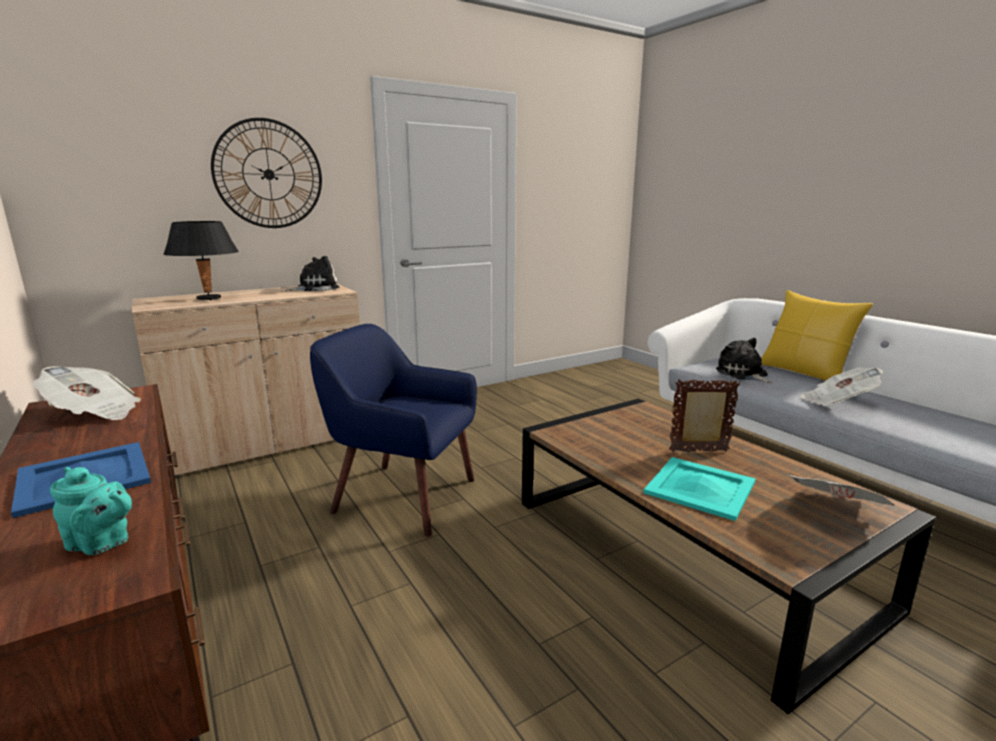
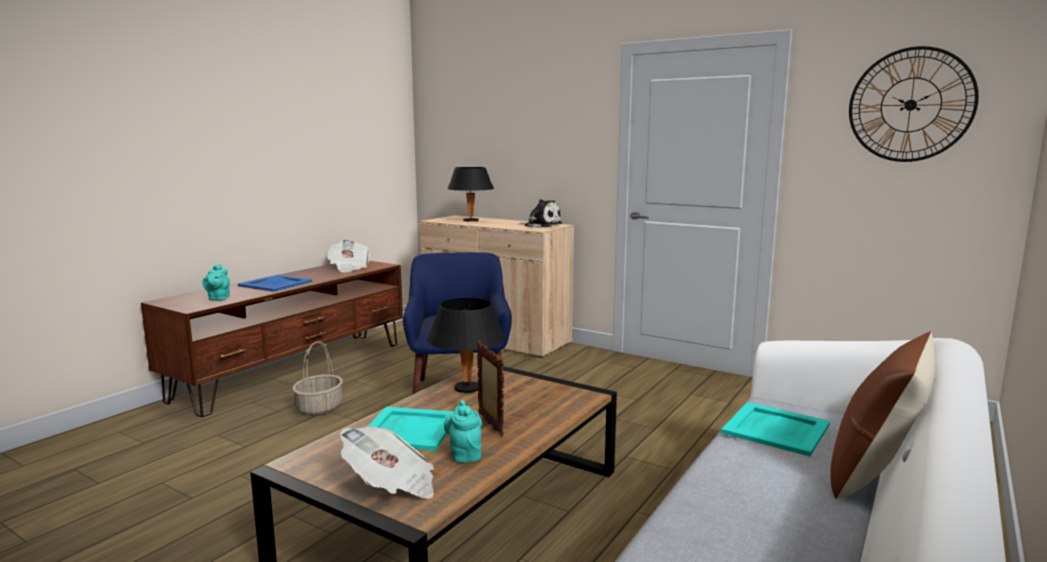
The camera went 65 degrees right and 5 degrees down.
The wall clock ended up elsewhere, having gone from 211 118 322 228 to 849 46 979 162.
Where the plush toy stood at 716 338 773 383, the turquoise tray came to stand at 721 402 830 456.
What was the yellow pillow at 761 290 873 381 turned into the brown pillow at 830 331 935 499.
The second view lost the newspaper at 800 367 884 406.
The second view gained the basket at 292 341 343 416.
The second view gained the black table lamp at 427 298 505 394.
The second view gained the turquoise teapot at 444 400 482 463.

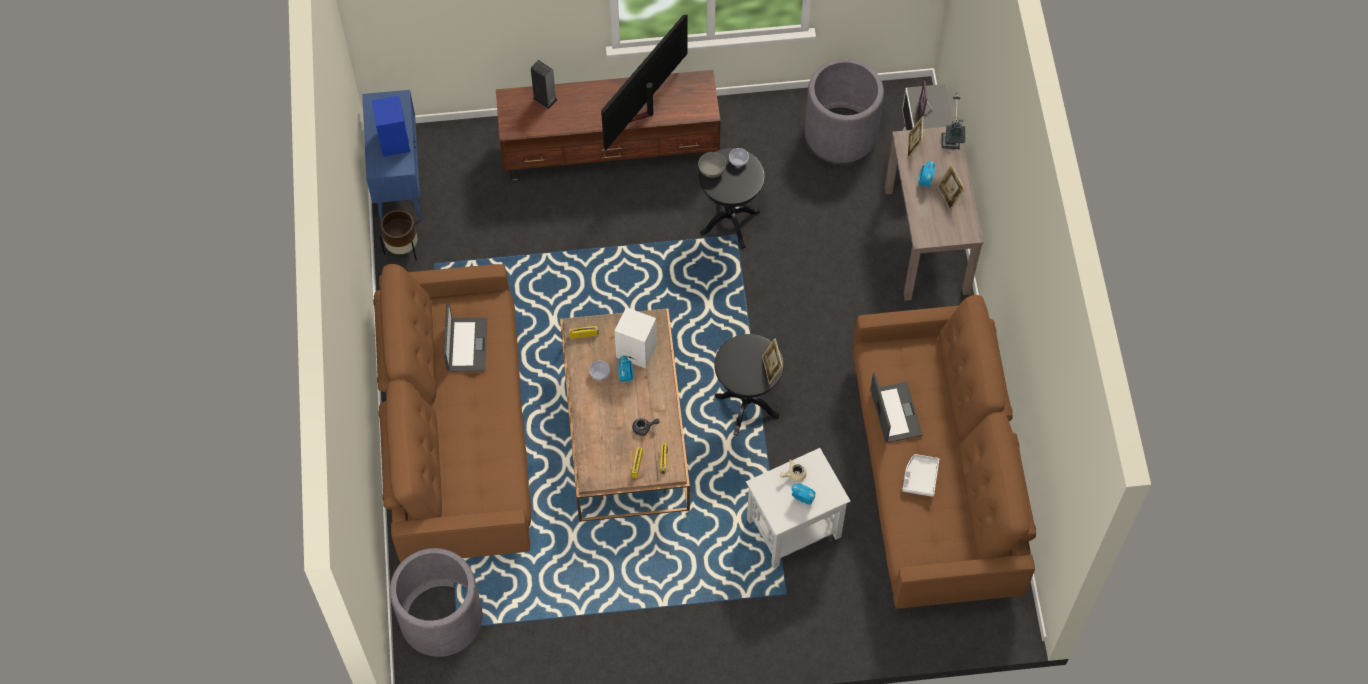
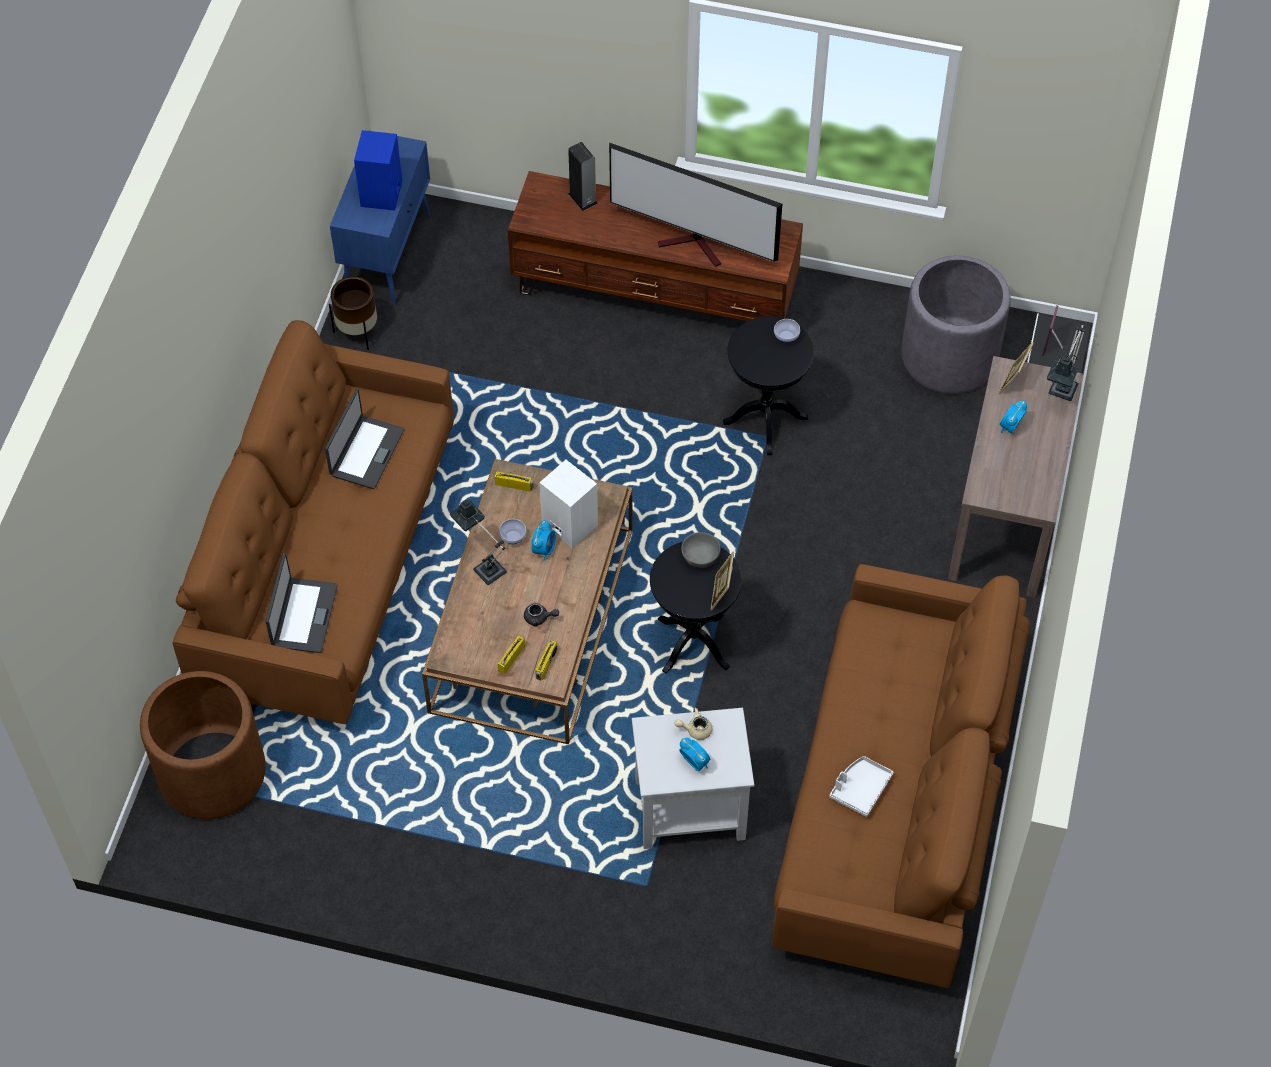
The camera went 20 degrees right and 5 degrees down.
What was the grey planter at 390 548 483 657 turned into the brown planter at 140 671 266 819.
The television at 601 15 688 151 ended up facing another way, 120 degrees counterclockwise from before.
The grey bowl ended up elsewhere, having gone from 698 152 726 178 to 681 532 720 568.
The laptop ended up elsewhere, having gone from 870 373 922 443 to 265 553 338 653.
The second view lost the picture frame at 937 164 965 210.
The second view gained the table lamp at 450 499 507 585.

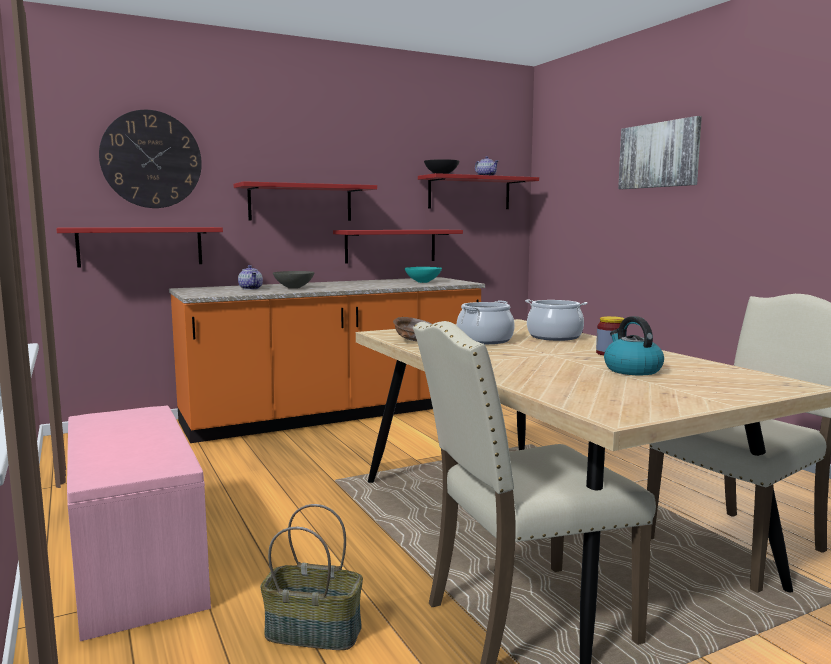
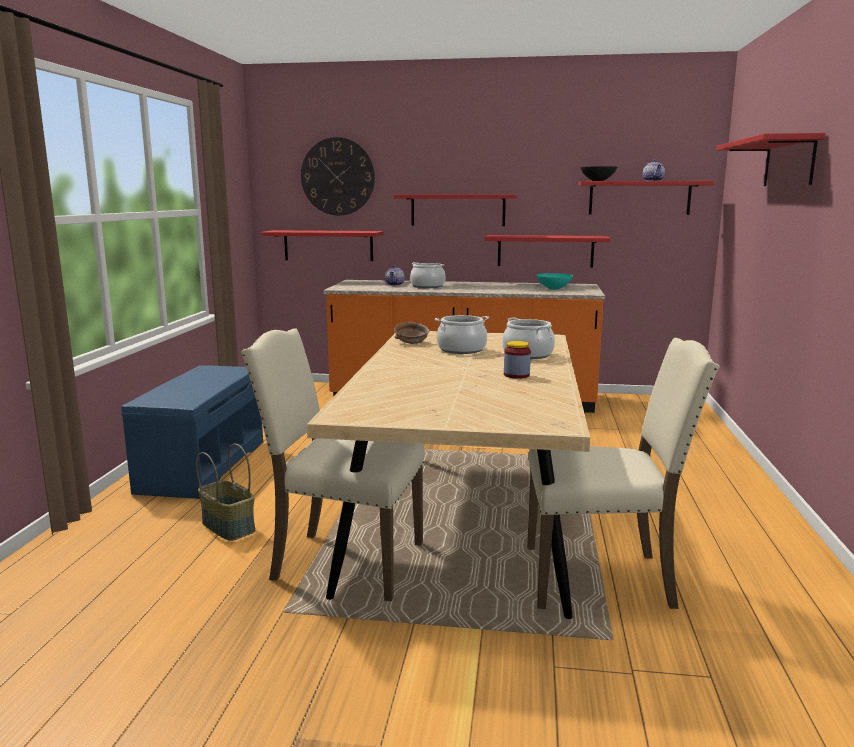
The camera went 35 degrees right and 5 degrees up.
What was the pink bench at 67 406 211 641 turned into the blue bench at 121 365 263 499.
Where the grey bowl stood at 273 271 314 289, the cooking pot came to stand at 410 262 446 288.
The second view lost the kettle at 604 316 664 375.
Where the picture hung at 618 116 702 189, the red shelf came to hang at 716 133 825 186.

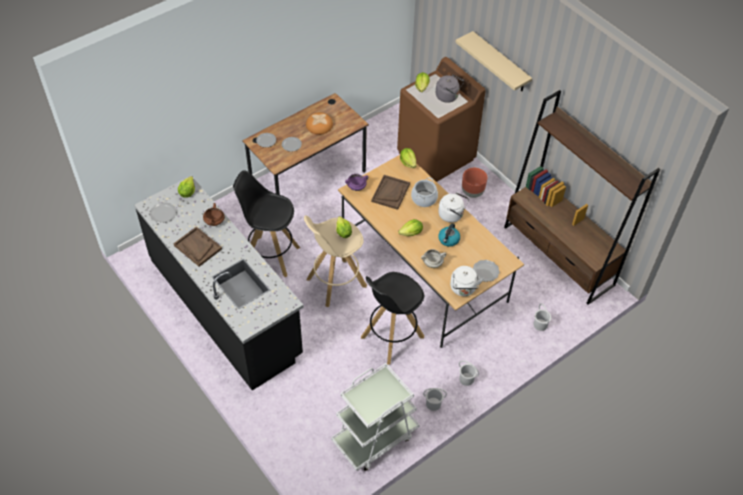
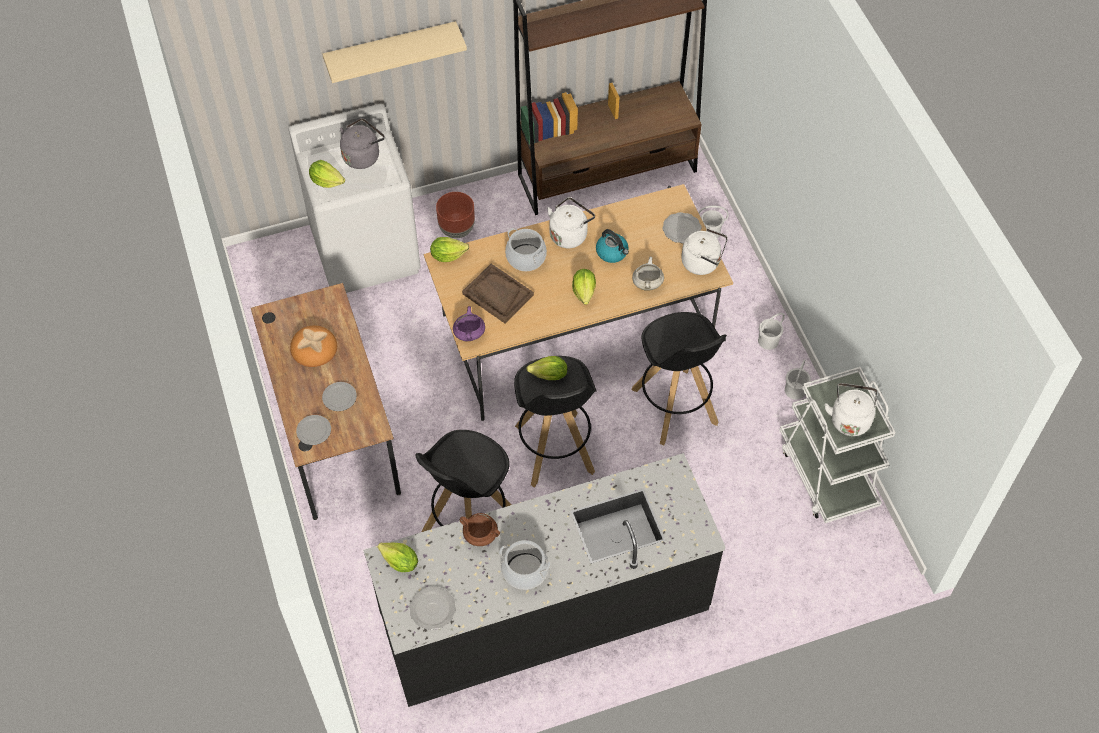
The camera went 70 degrees left and 5 degrees up.
Where the brown tray stood at 173 226 222 267, the cooking pot came to stand at 499 540 550 590.
What was the beige stool at 304 215 367 307 turned into the black stool at 514 356 597 488.
What was the brown washing machine at 397 57 486 182 turned into the white washing machine at 289 104 421 293.
The second view gained the white kettle at 825 383 877 436.

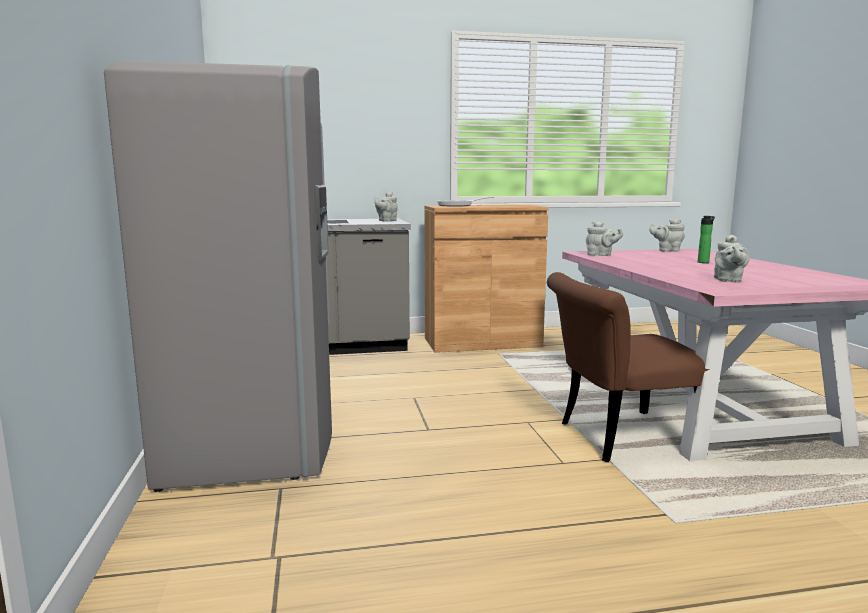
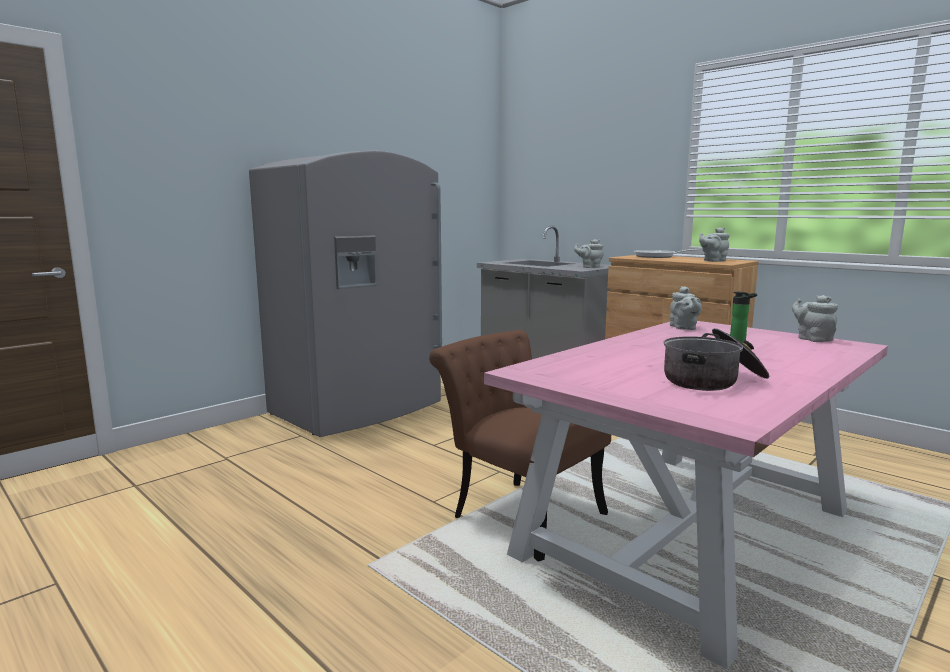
The camera went 55 degrees right and 0 degrees up.
The grey teapot ended up elsewhere, having gone from 714 235 750 283 to 699 227 730 262.
The second view gained the cooking pot at 664 328 769 391.

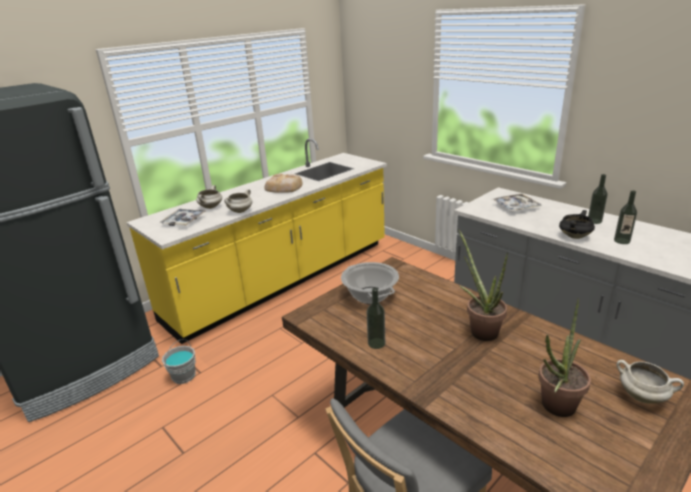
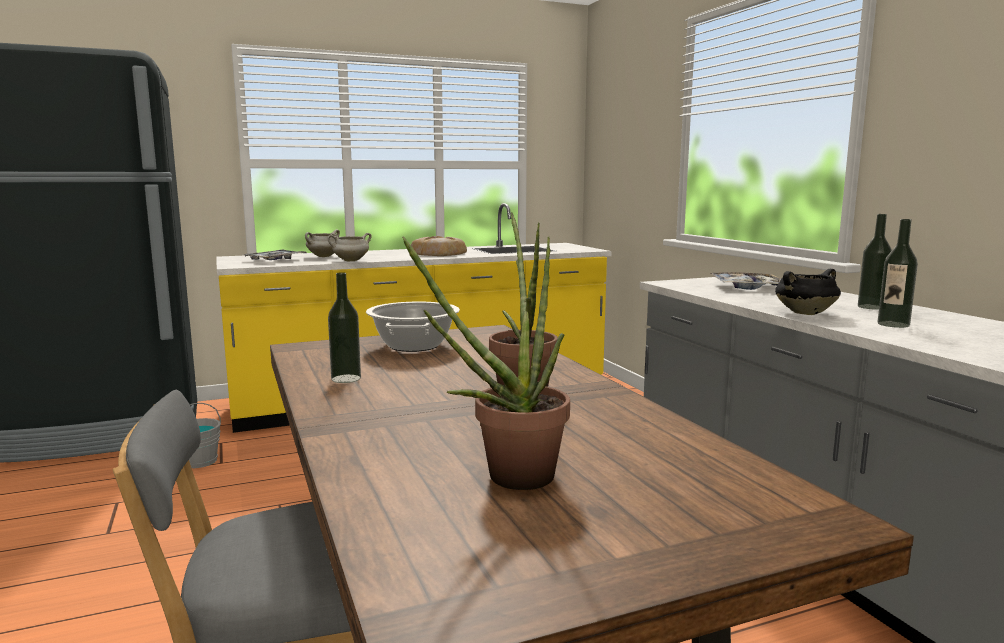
The camera went 20 degrees right and 15 degrees down.
The second view lost the white cooking pot at 617 360 684 404.

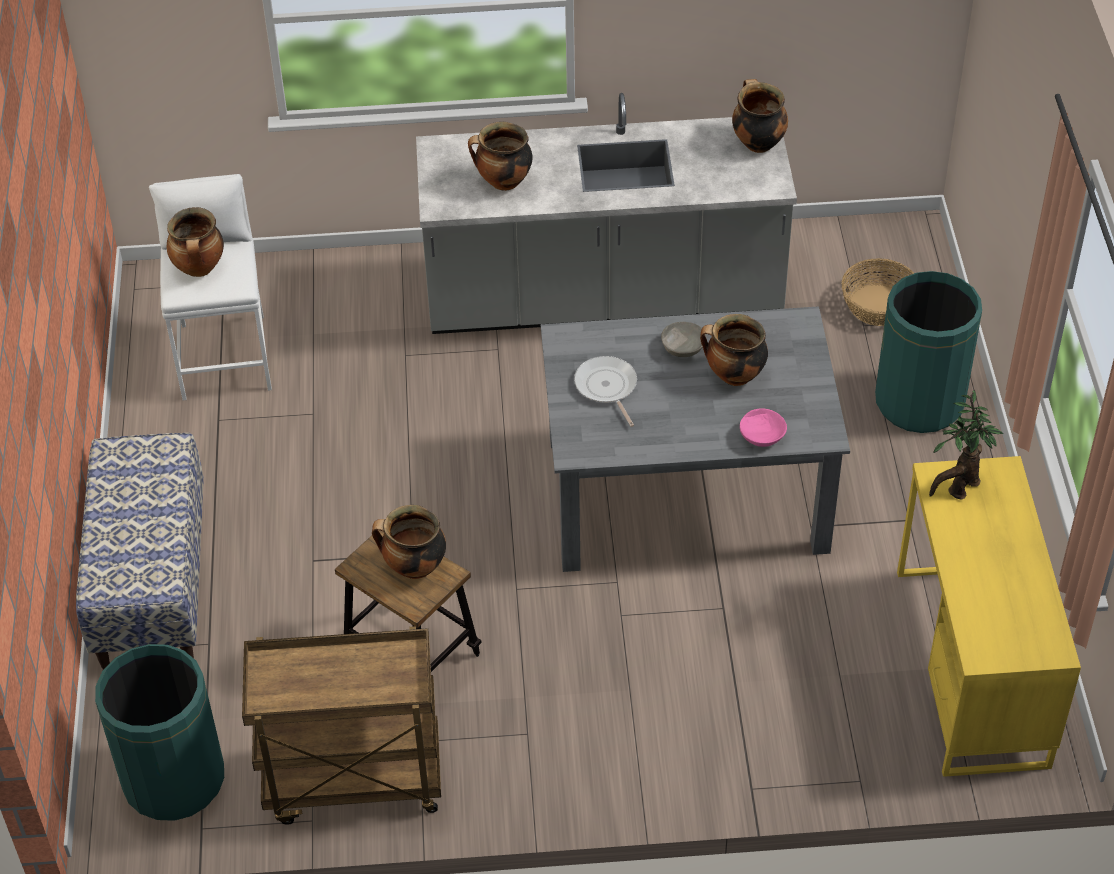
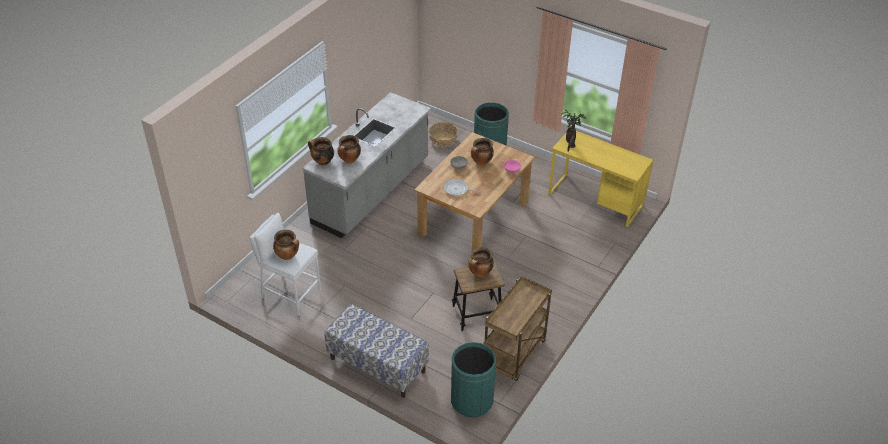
The camera went 55 degrees left and 5 degrees down.
What was the grey dining table at 541 306 850 572 turned into the brown dining table at 414 132 535 251.
The cooking pot ended up elsewhere, having gone from 732 79 788 153 to 308 137 334 165.

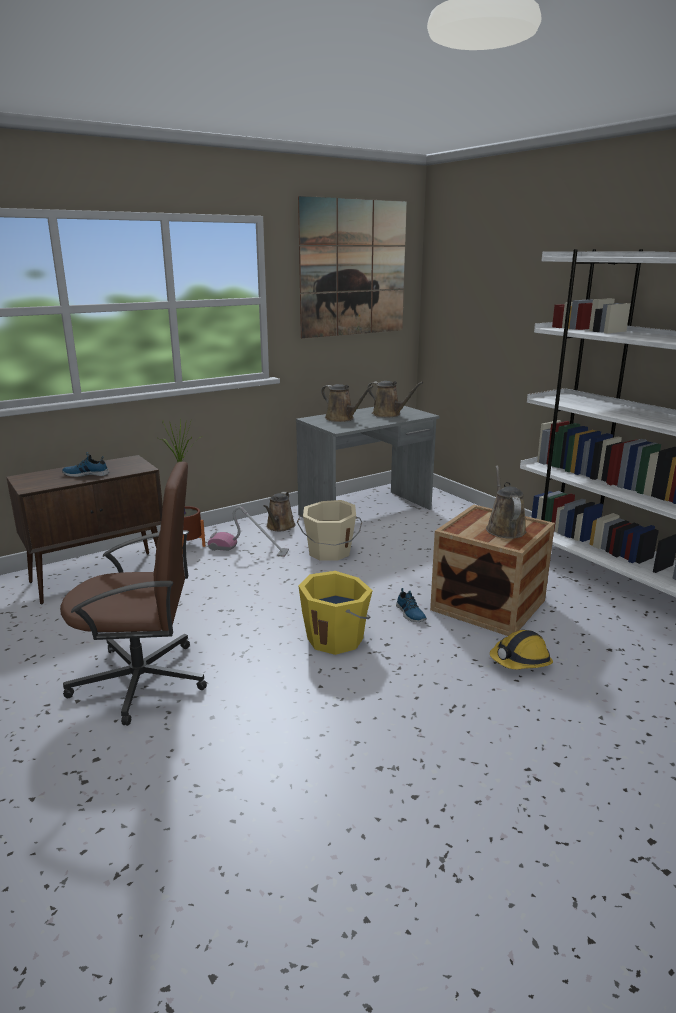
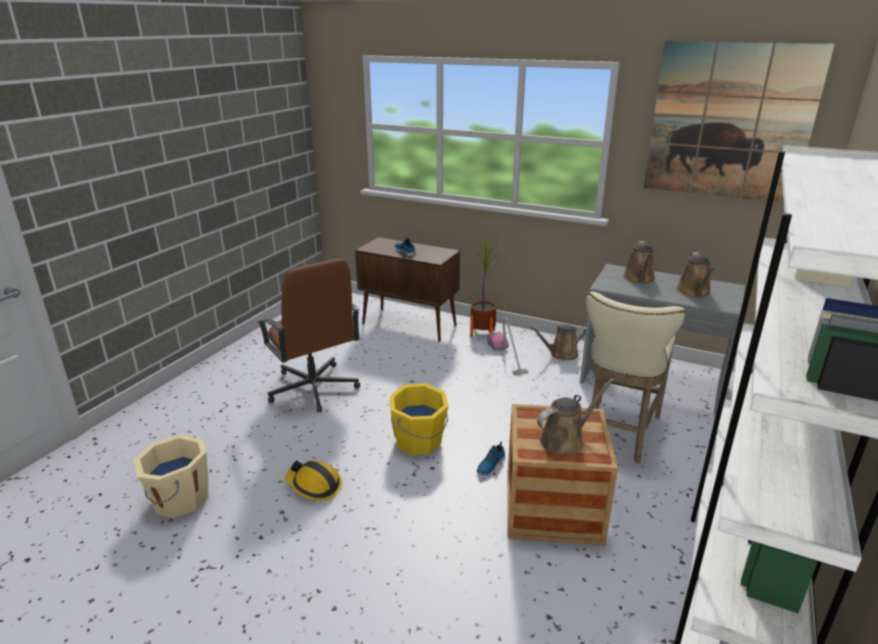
The camera went 60 degrees right and 5 degrees up.
The beige bucket ended up elsewhere, having gone from 297 500 362 561 to 134 435 208 518.
The hard hat ended up elsewhere, having gone from 490 630 553 669 to 286 461 342 501.
The second view gained the beige stool at 586 292 686 463.

